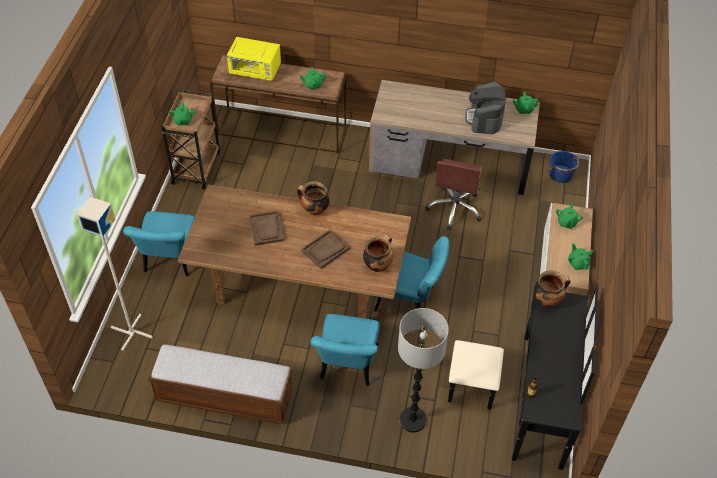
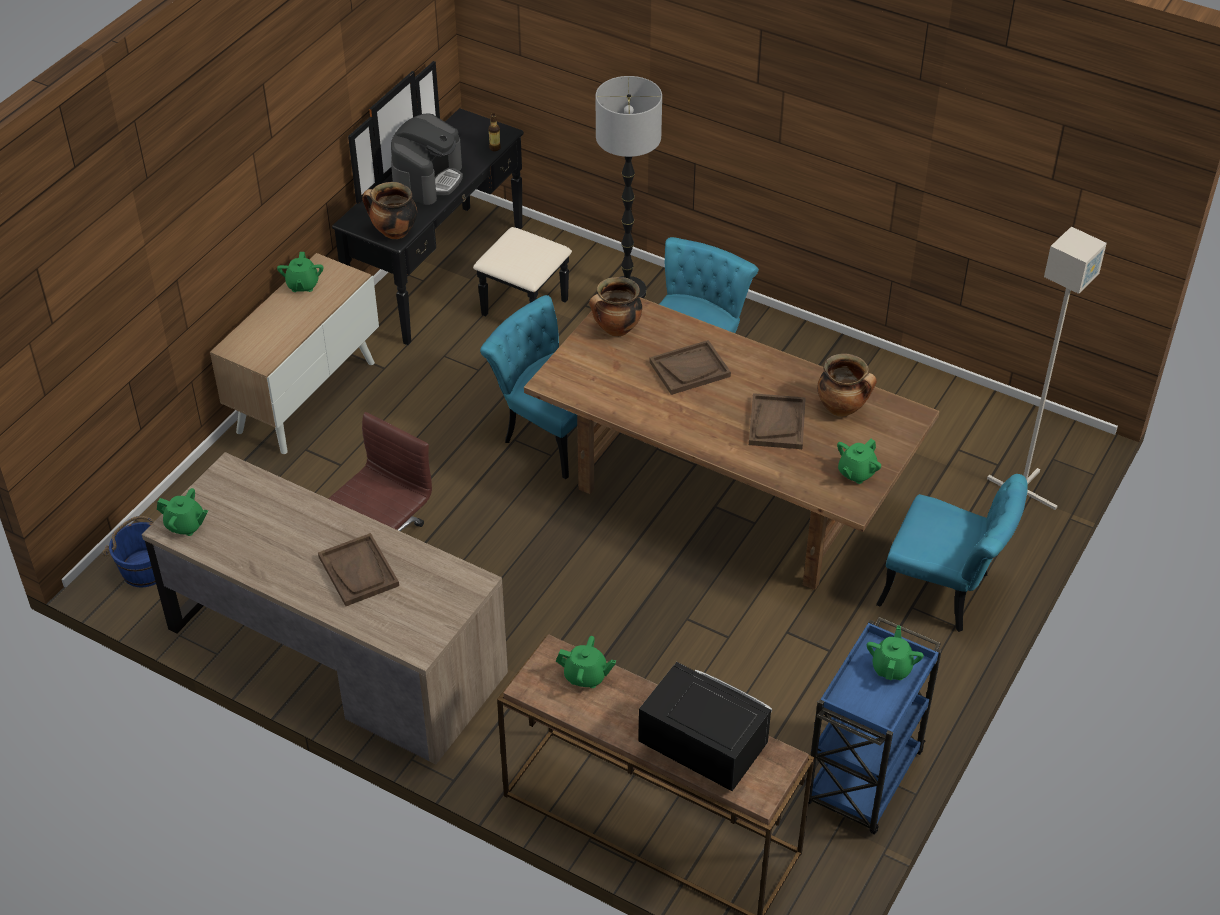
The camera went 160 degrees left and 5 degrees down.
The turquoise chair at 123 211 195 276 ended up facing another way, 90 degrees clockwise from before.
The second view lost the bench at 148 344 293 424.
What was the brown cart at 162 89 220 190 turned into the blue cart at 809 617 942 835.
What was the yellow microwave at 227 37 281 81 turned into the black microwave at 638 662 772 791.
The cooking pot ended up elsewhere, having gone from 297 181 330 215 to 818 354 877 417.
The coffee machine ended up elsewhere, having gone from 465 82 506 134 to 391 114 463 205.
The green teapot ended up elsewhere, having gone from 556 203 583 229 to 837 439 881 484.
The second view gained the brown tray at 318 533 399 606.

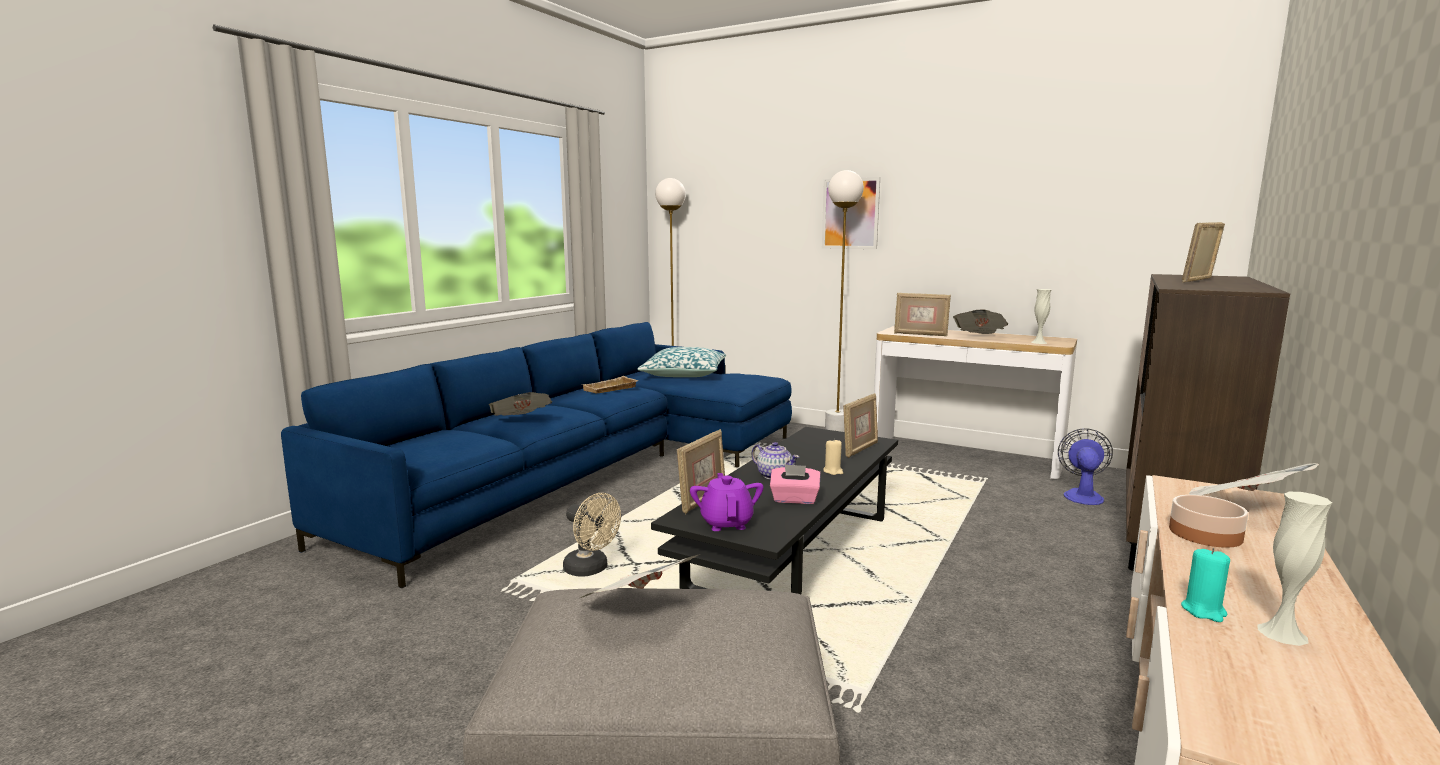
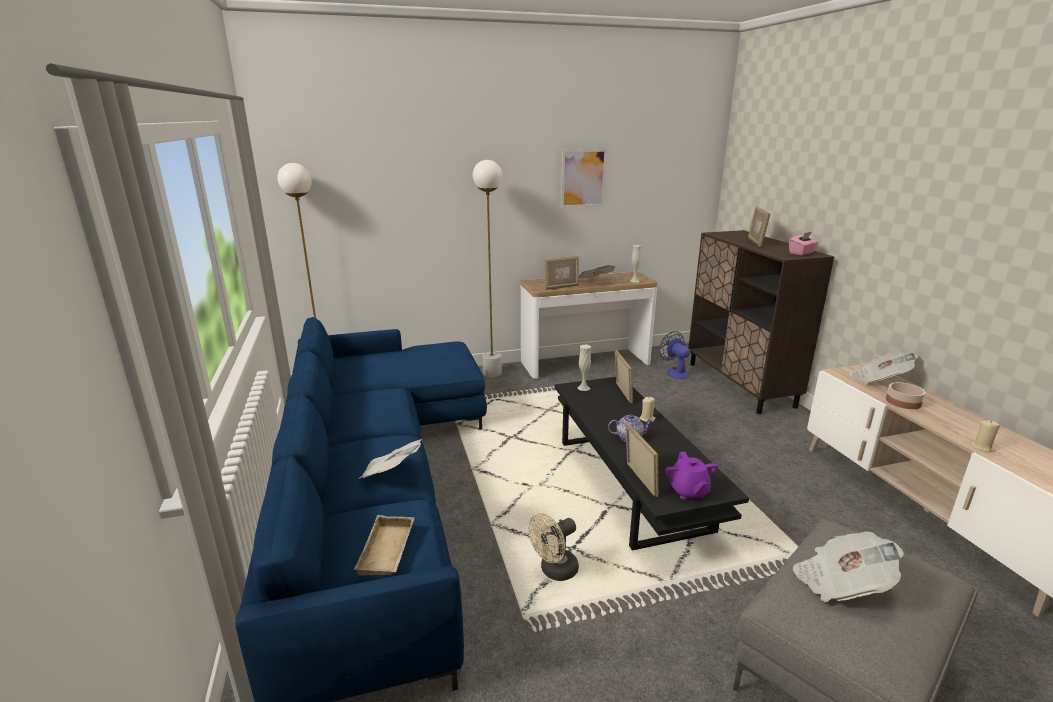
The camera went 45 degrees left and 10 degrees up.
The beige fan at 563 493 621 577 ended up facing another way, 150 degrees clockwise from before.
The beige tray ended up elsewhere, having gone from 582 376 639 394 to 354 515 415 576.
The second view lost the pillow at 637 347 726 377.
The purple teapot at 690 473 763 531 ended up facing another way, 135 degrees counterclockwise from before.
The pink tissue box ended up elsewhere, having gone from 770 464 821 504 to 789 232 819 255.
The picture ended up elsewhere, having gone from 822 177 880 249 to 561 149 607 208.
What was the turquoise candle at 1181 548 1230 622 turned into the beige candle at 971 420 1000 453.
The white vase ended up elsewhere, having gone from 1258 492 1332 646 to 577 345 591 391.

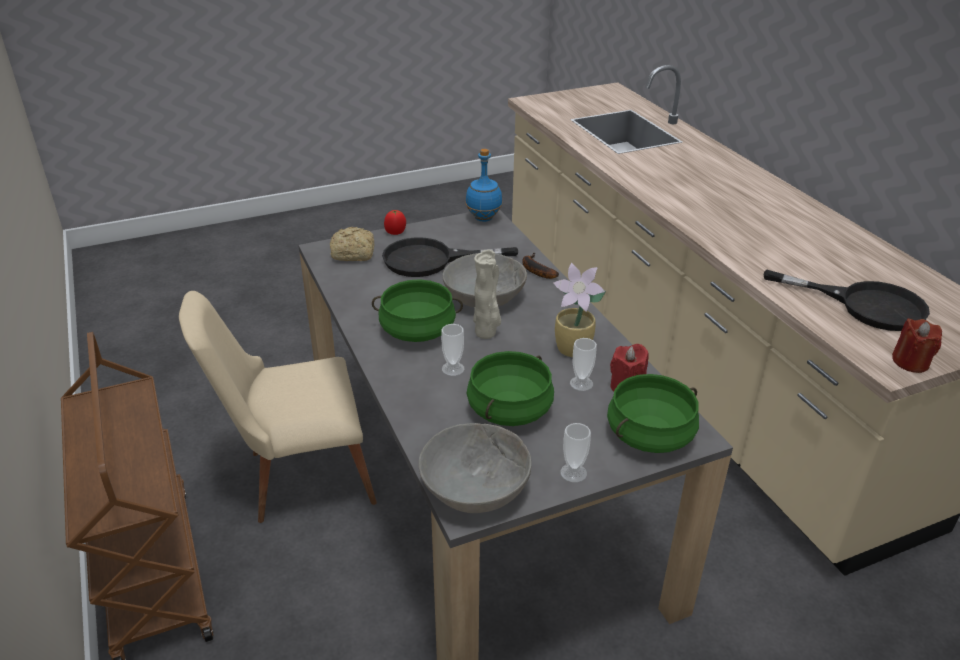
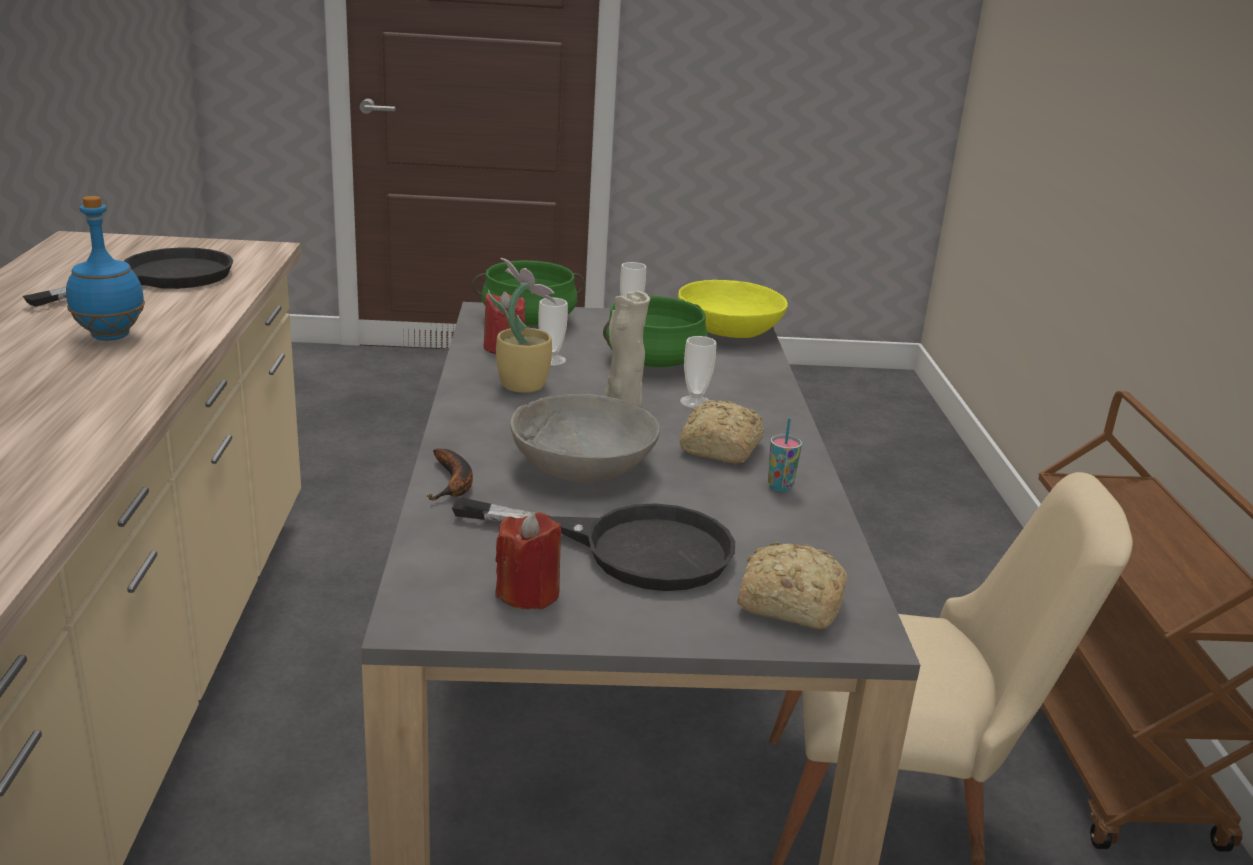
The camera went 160 degrees left and 10 degrees down.
Where the green cooking pot stood at 372 279 463 342, the bread came to stand at 679 400 764 464.
The second view lost the tomato at 384 210 406 235.
What was the grey bowl at 418 423 532 513 turned into the yellow bowl at 678 280 788 338.
The blue bottle ended up elsewhere, having gone from 465 149 502 222 to 66 196 145 341.
The black frying pan at 764 270 930 331 ended up facing another way, 75 degrees clockwise from before.
The red candle ended up elsewhere, having gone from 892 318 942 373 to 495 512 562 610.
The second view gained the cup at 768 418 802 492.

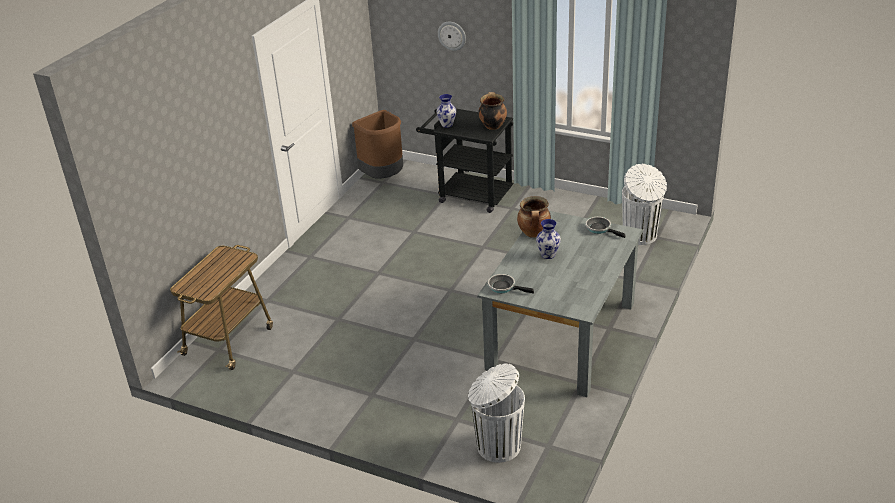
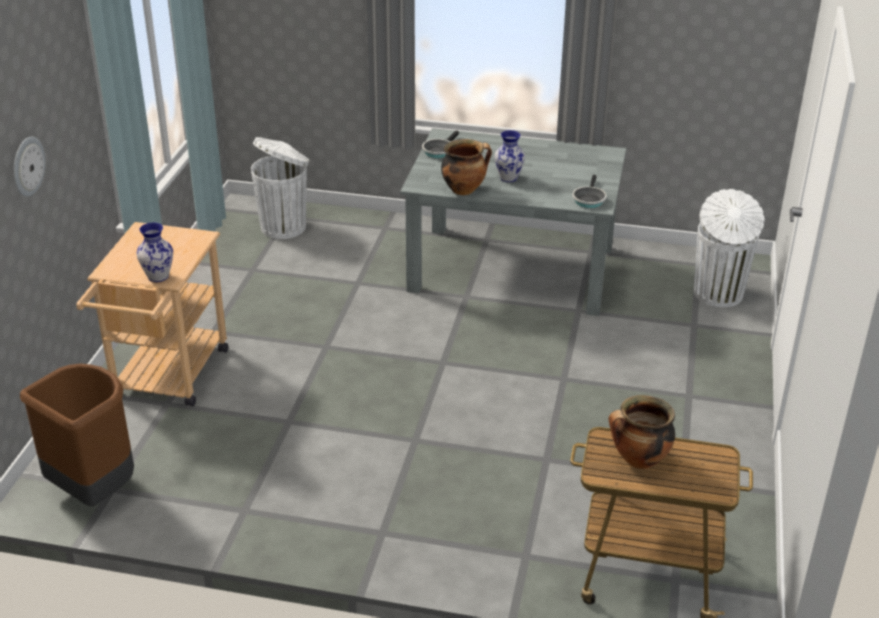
The camera went 105 degrees left and 0 degrees up.
What was the black cart at 416 109 513 213 turned into the beige cart at 76 222 228 406.
The cooking pot ended up elsewhere, having gone from 478 92 507 130 to 609 395 675 469.

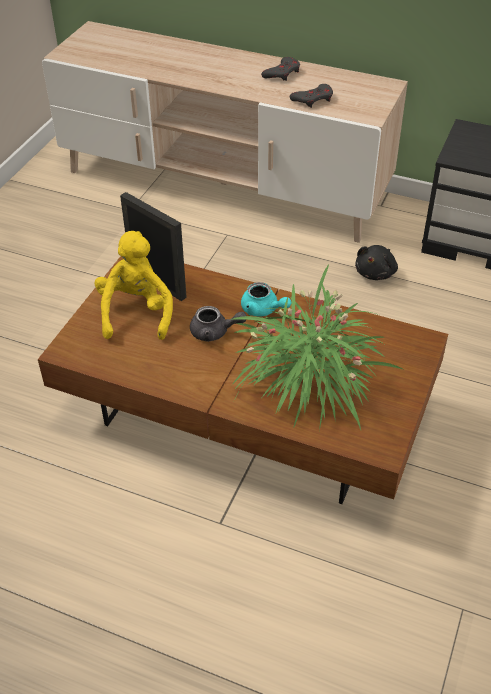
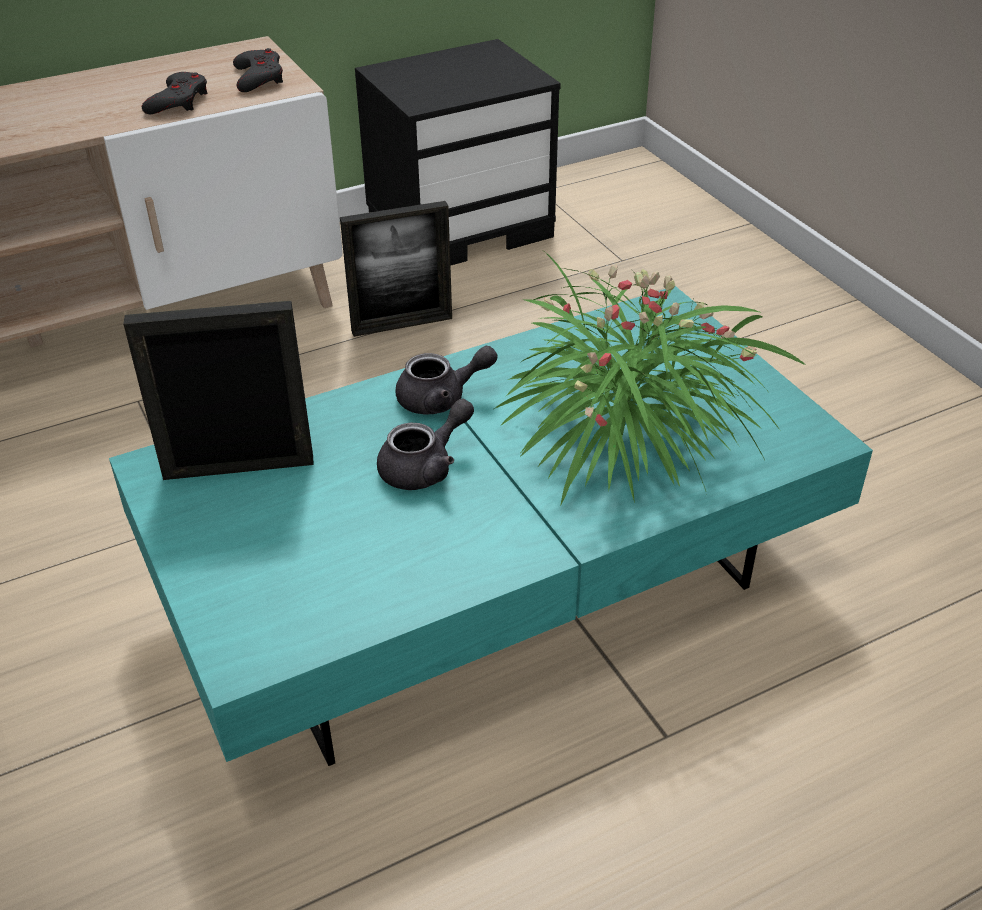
The camera went 50 degrees left and 5 degrees down.
What was the brown coffee table at 38 256 448 504 turned into the turquoise coffee table at 109 286 873 766.
The second view lost the yellow plush toy at 95 231 173 340.
What was the turquoise teapot at 241 282 291 317 turned into the grey teapot at 395 346 498 415.
The grey game controller ended up elsewhere, having gone from 261 57 300 81 to 233 48 283 92.
Where the black plush toy stood at 355 245 398 280, the picture frame came to stand at 340 201 452 337.

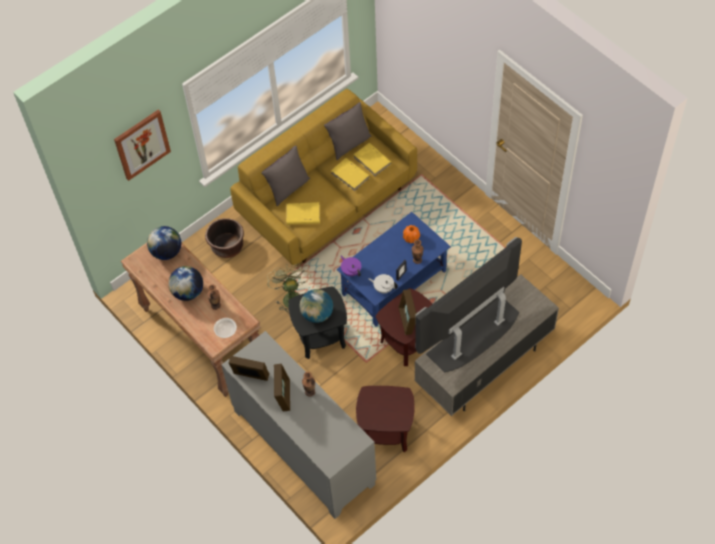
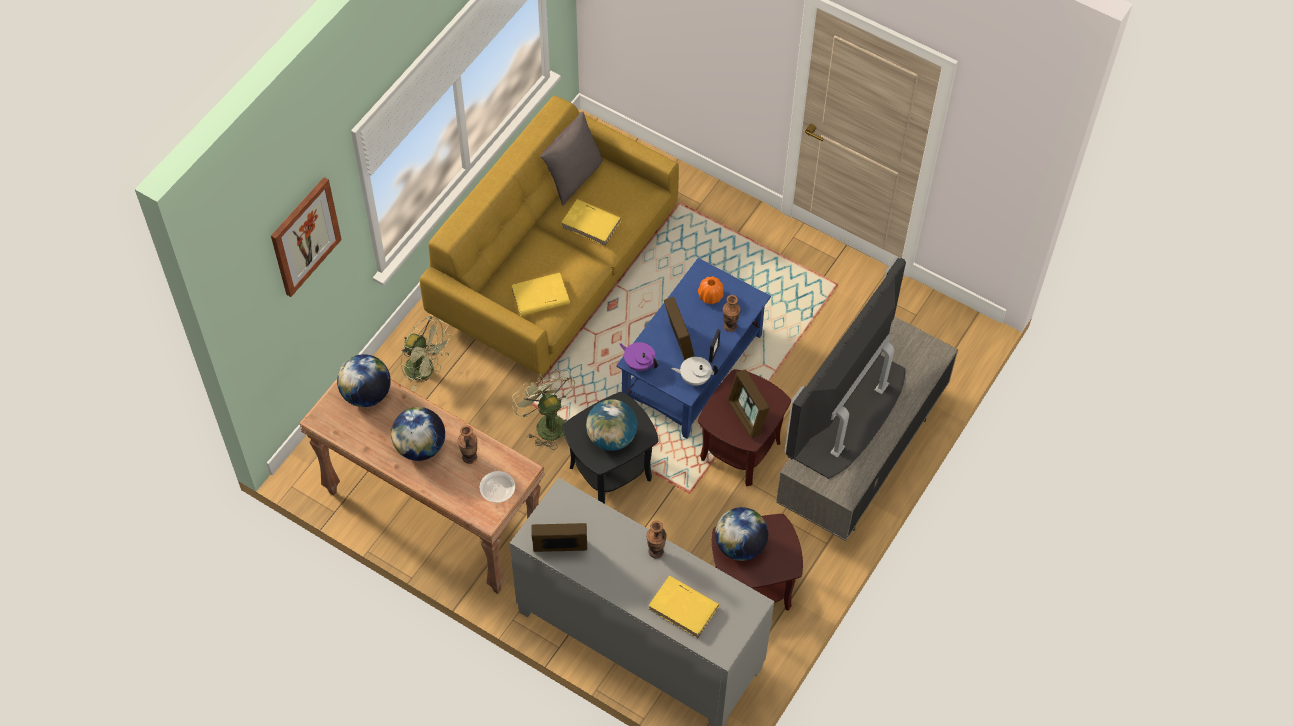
The camera went 20 degrees left and 0 degrees up.
Where the brown planter stood at 205 218 244 258, the green fan came to stand at 401 316 452 392.
The second view lost the grey pillow at 261 146 310 206.
The picture frame ended up elsewhere, having gone from 274 364 290 412 to 664 296 695 360.
The yellow book ended up elsewhere, having gone from 353 143 392 176 to 648 576 719 638.
The second view gained the globe at 715 507 768 561.

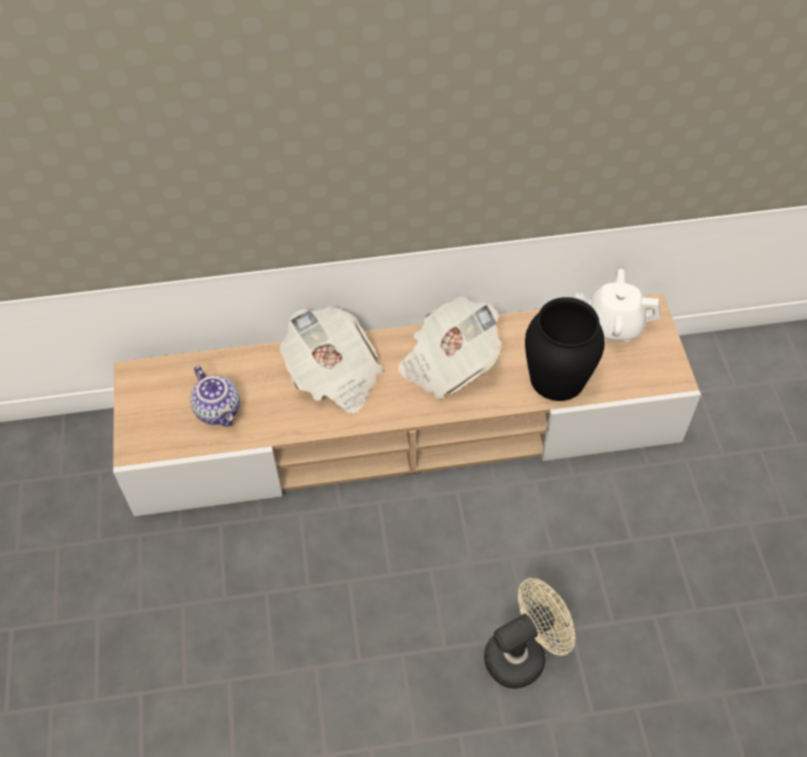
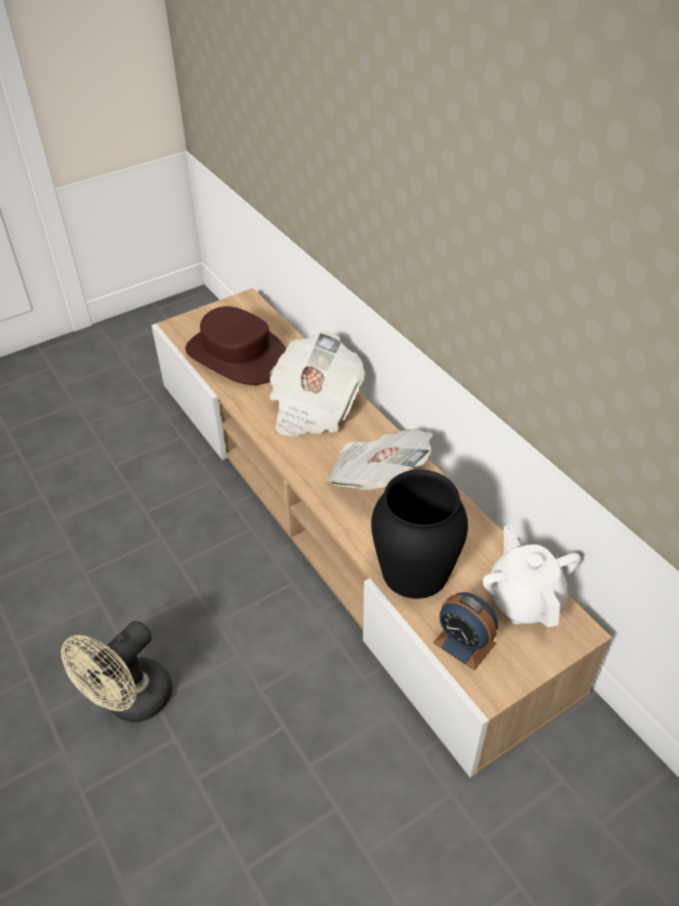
The camera went 65 degrees right and 10 degrees down.
Where the teapot stood at 190 366 240 427, the brown hat came to stand at 185 306 286 385.
The beige fan at 484 578 575 689 ended up facing another way, 90 degrees clockwise from before.
The second view gained the alarm clock at 433 592 498 671.

